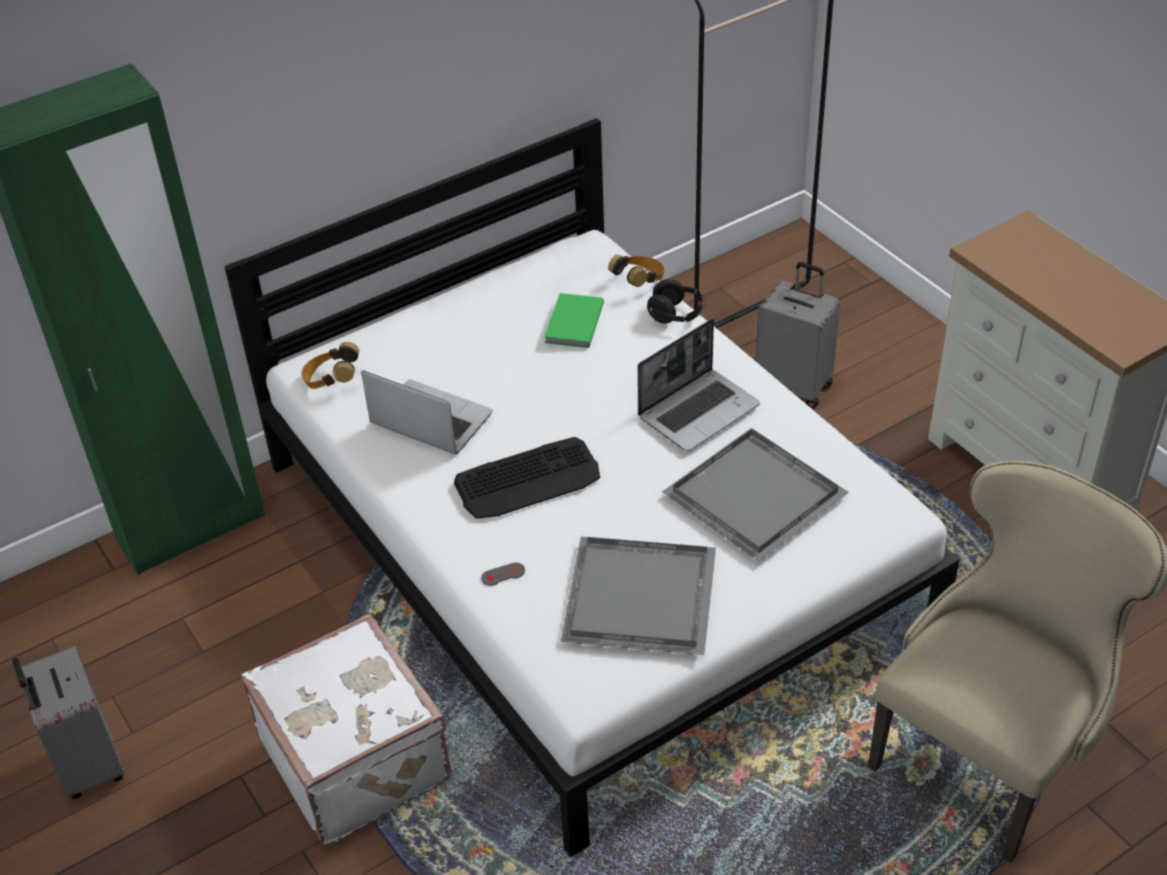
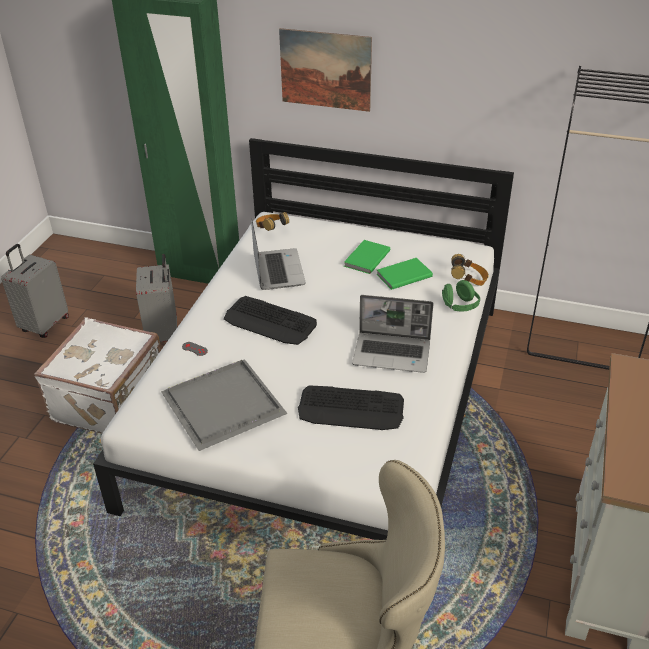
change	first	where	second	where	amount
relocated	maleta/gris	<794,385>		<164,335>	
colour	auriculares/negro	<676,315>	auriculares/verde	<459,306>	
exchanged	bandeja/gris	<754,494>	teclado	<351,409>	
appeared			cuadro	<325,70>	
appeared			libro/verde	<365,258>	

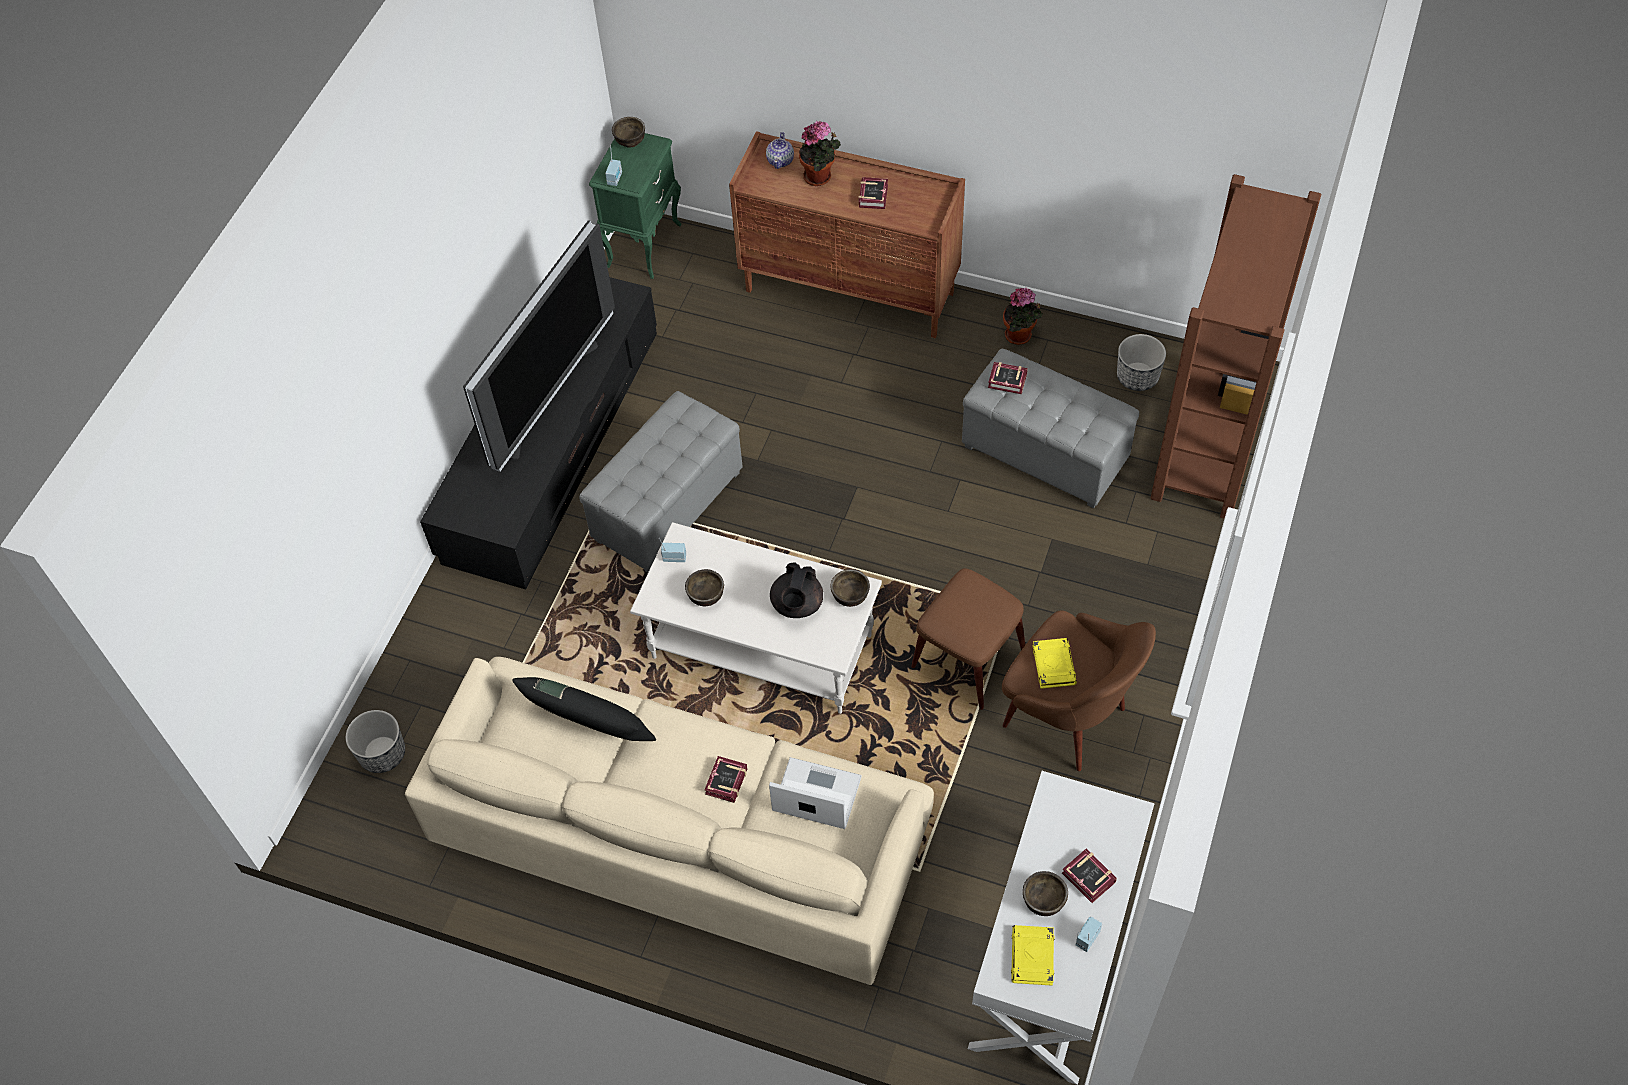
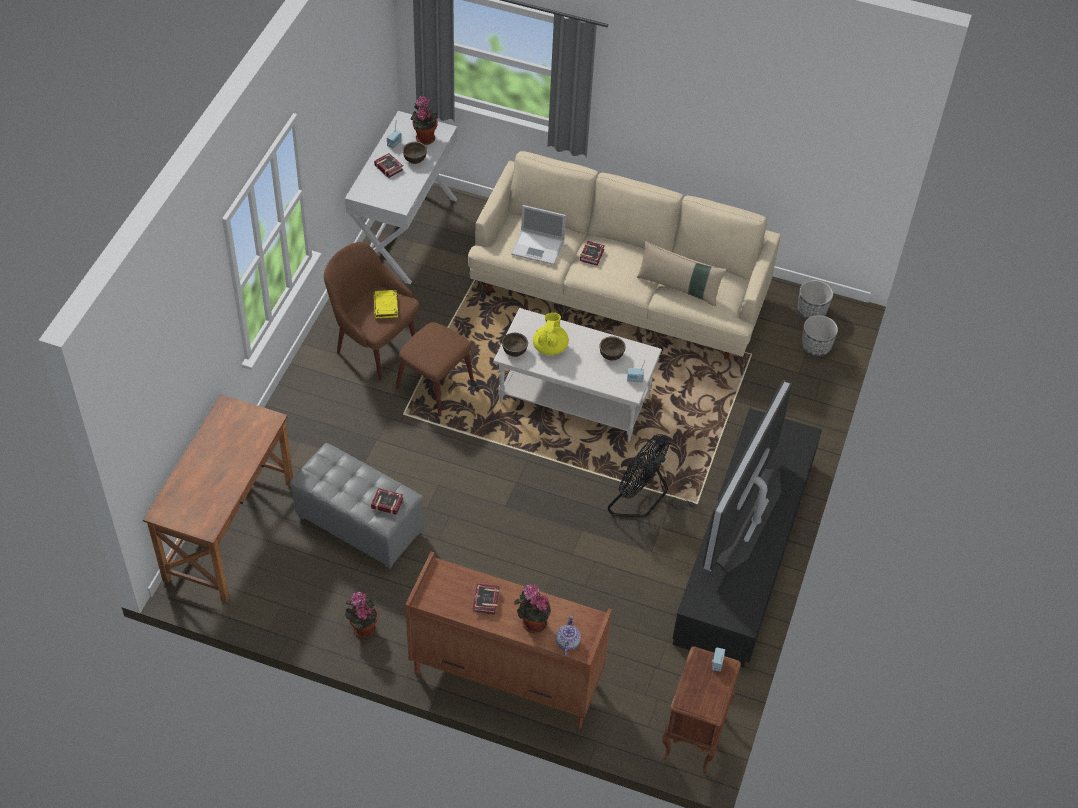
change	first	where	second	where	amount
missing	cuenco/marrón	<630,141>			
colour	mesita de noche/verde	<644,245>	mesita de noche/marrón	<694,737>	
exchanged	estantería/marrón	<1210,441>	escritorio/marrón	<229,530>	
relocated	maceta	<1137,377>		<812,311>	
exchanged	puf/gris	<667,507>	ventilador/negro	<648,496>	
colour	tetera/negro	<797,605>	tetera/amarillo	<550,347>	
colour	cojín/negro	<589,725>	cojín/beis	<679,287>	
exchanged	libro/amarillo	<1032,957>	planta en maceta	<424,137>	

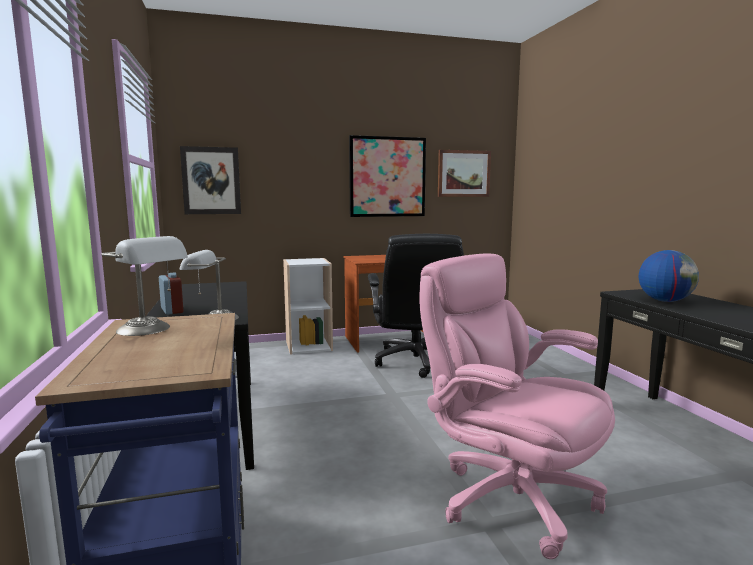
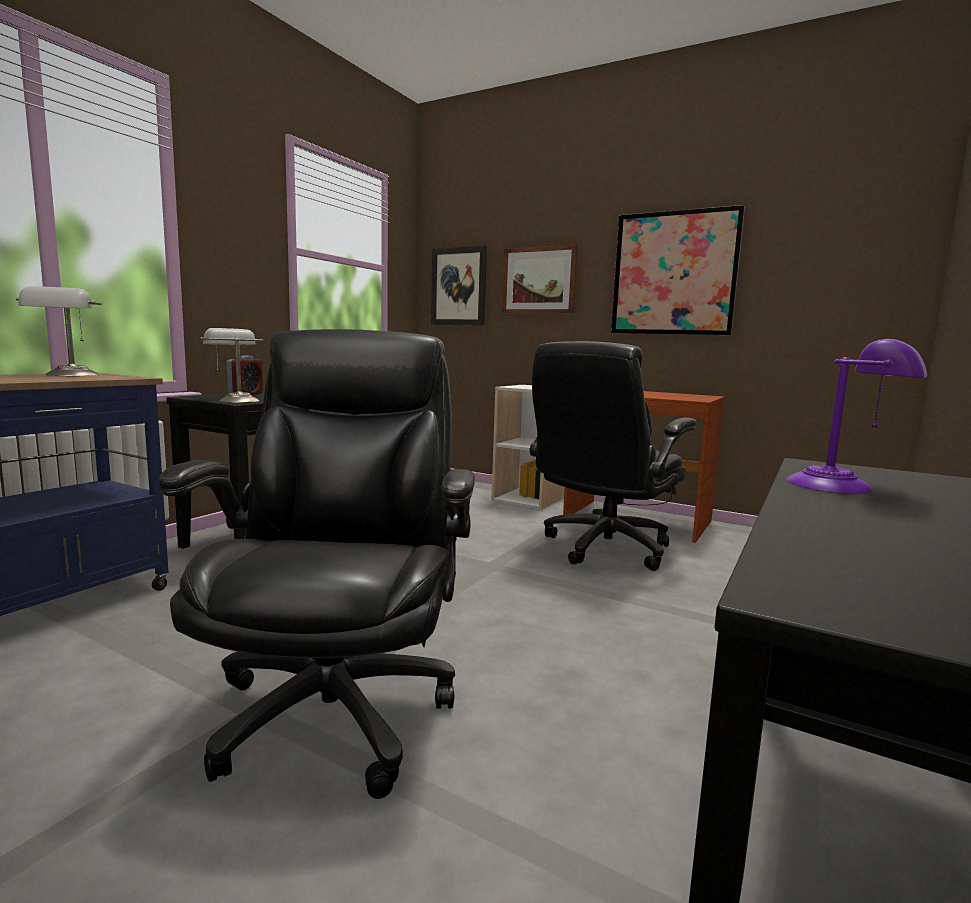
change	first	where	second	where	amount
relocated	cuadro	<463,173>		<539,280>	
exchanged	globo terráqueo	<665,301>	lámpara de mesa/morado	<847,486>	
colour	silla de oficina/rosa	<510,497>	silla de oficina/negro	<337,707>	

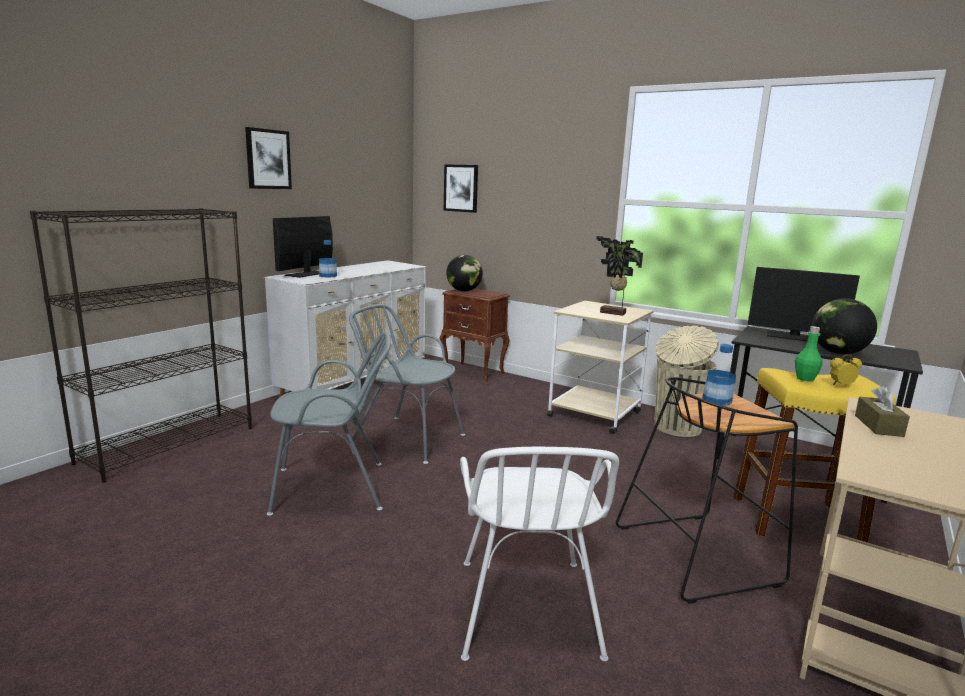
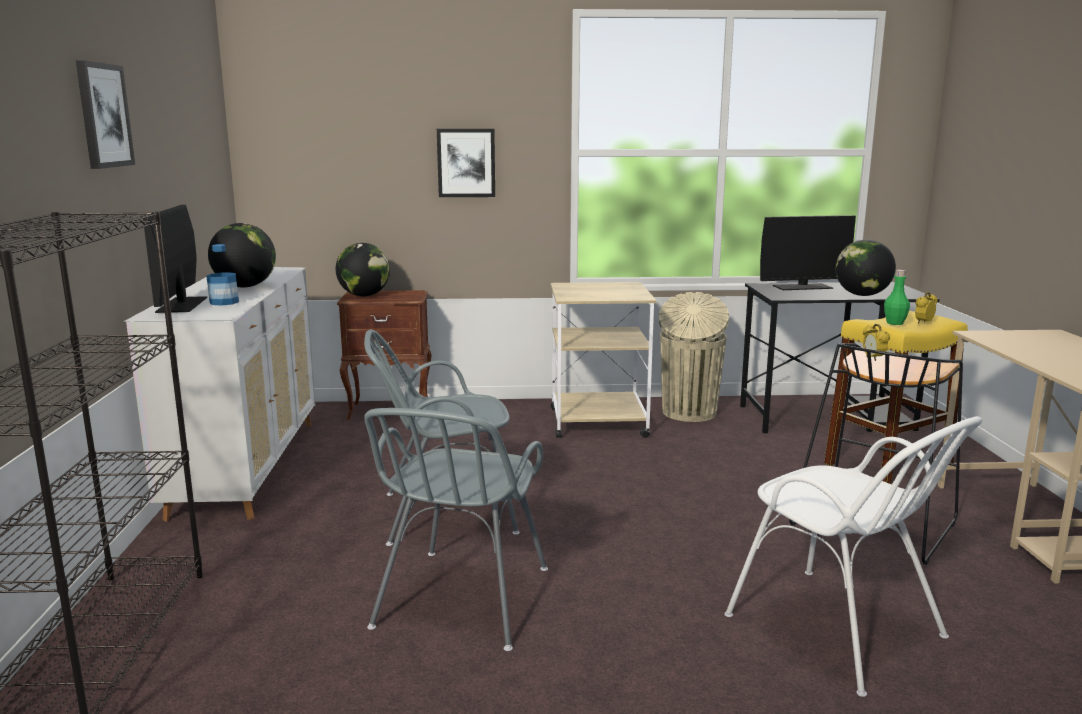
change	first	where	second	where	amount
relocated	cuadro	<461,188>		<466,163>	
missing	planta en maceta	<613,313>			
spun	silla/gris	<335,487>		<461,601>	150 degrees clockwise
exchanged	botella	<716,400>	despertador	<873,359>	
missing	caja de pañuelos/marrón	<878,426>			
appeared			globo terráqueo	<245,286>	

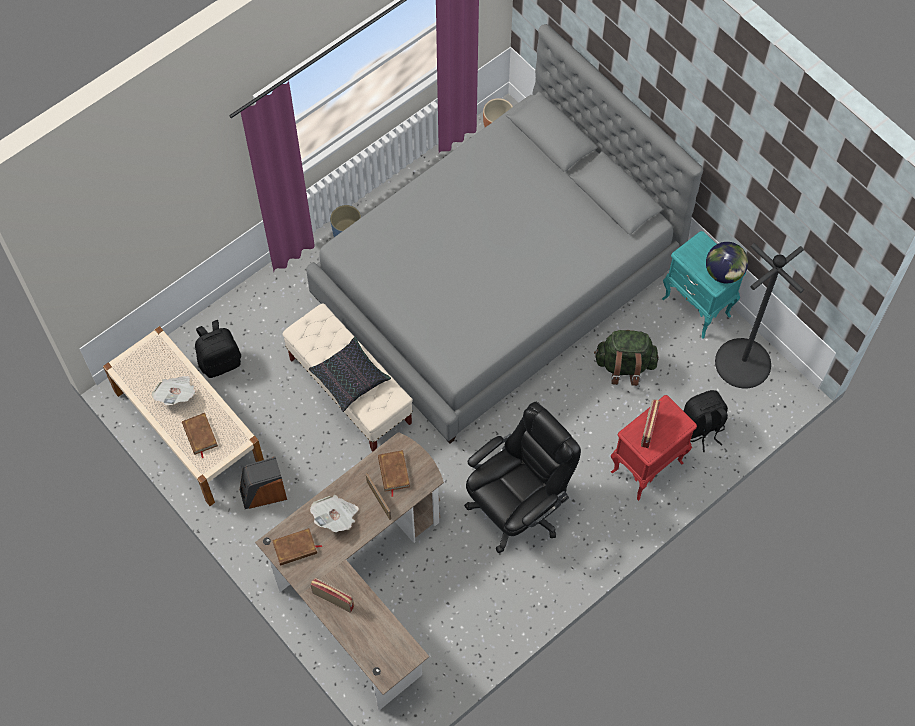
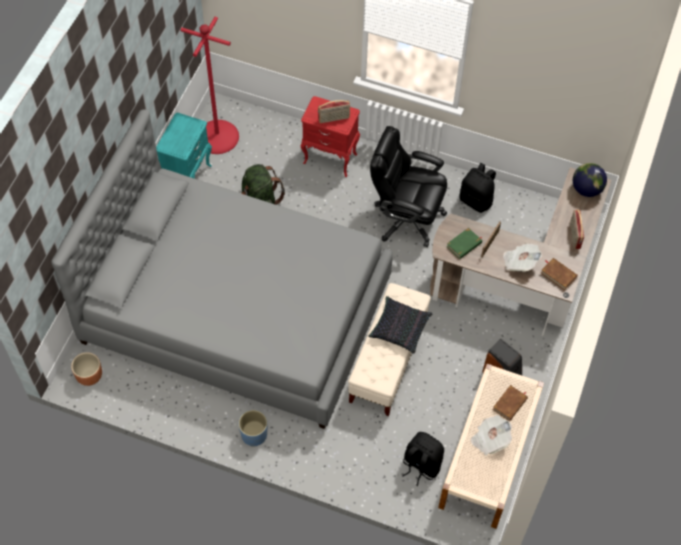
change	first	where	second	where	amount
relocated	globo terráqueo	<724,273>		<586,189>	
colour	perchero/negro	<743,363>	perchero/rojo	<217,137>	
relocated	mochila/negro	<701,429>		<476,200>	
colour	libro/marrón	<393,472>	libro/verde	<464,245>	

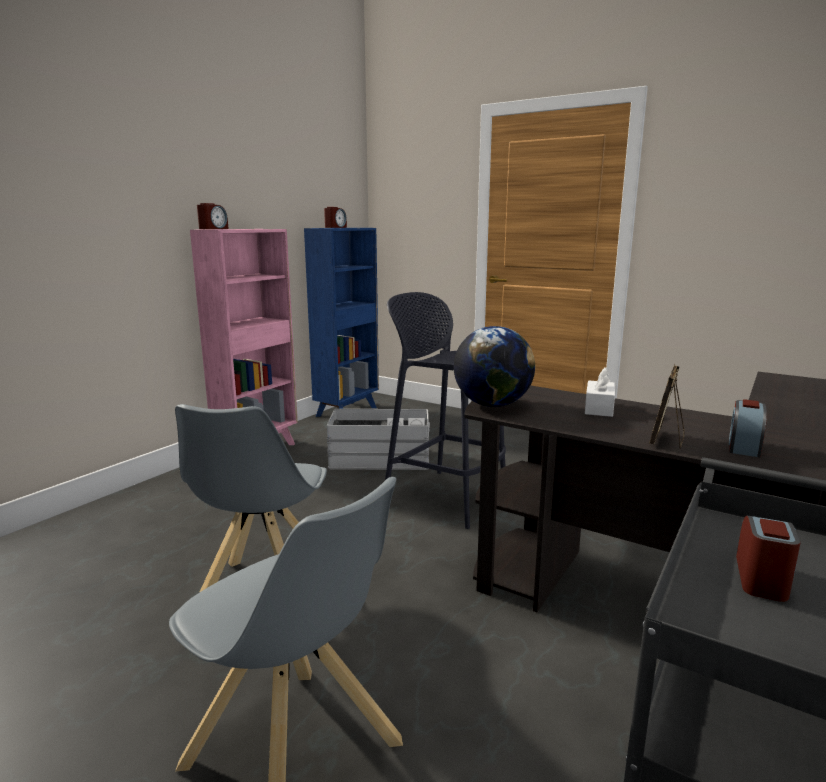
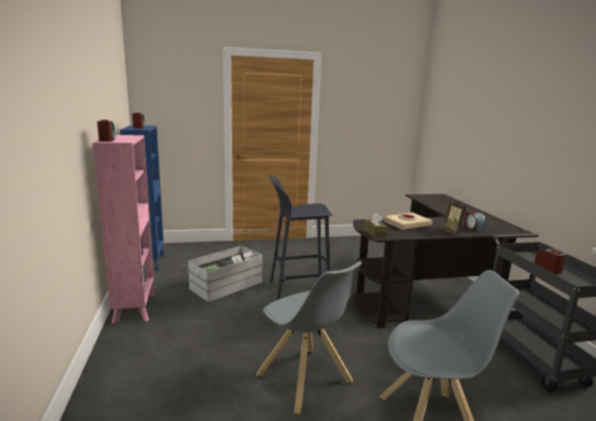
change	first	where	second	where	amount
exchanged	globo terráqueo	<492,405>	caja de pañuelos/marrón	<374,233>	
exchanged	caja de pañuelos/blanco	<599,408>	libro/beis	<407,224>	

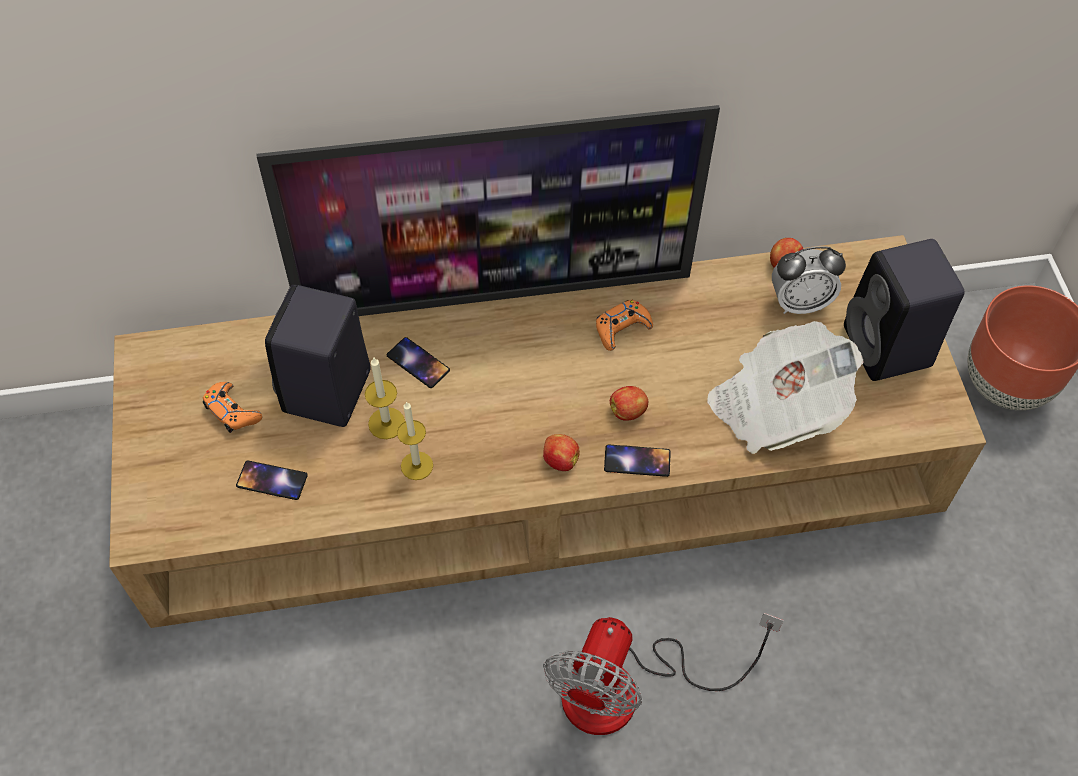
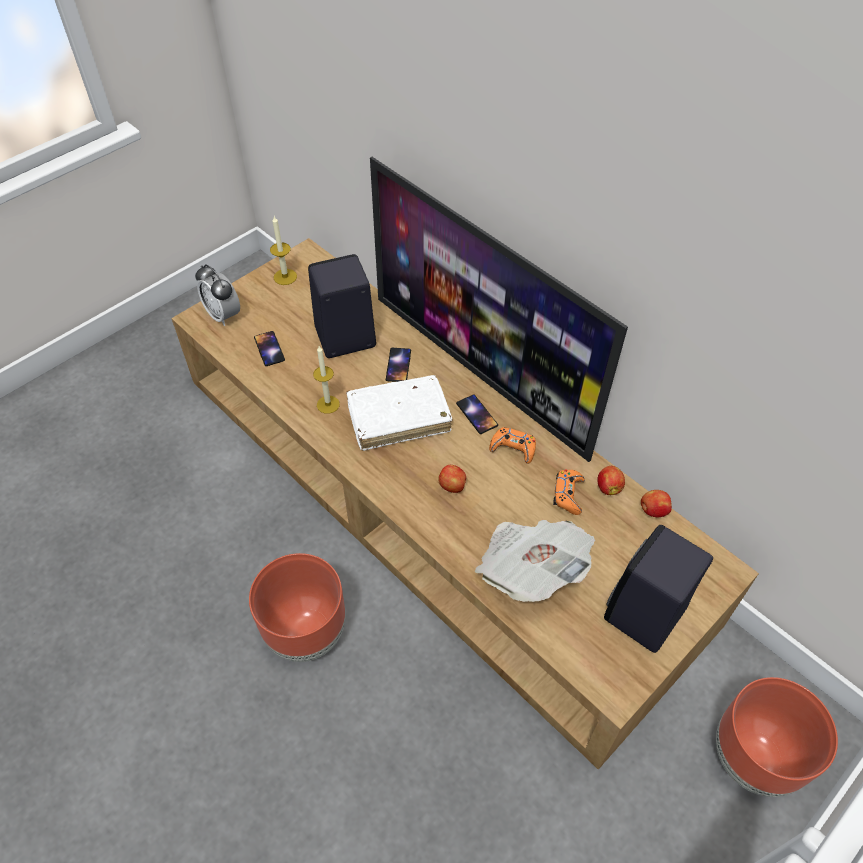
change	first	where	second	where	amount
relocated	despertador	<799,303>		<223,315>	
relocated	vela	<386,423>		<285,277>	
relocated	mando de consola/naranja	<232,411>		<568,494>	
relocated	manzana	<560,460>		<608,487>	
relocated	móvil	<637,461>		<477,414>	
exchanged	ventilador	<627,690>	maceta/marrón	<307,633>	
appeared			libro/blanco	<399,418>	

